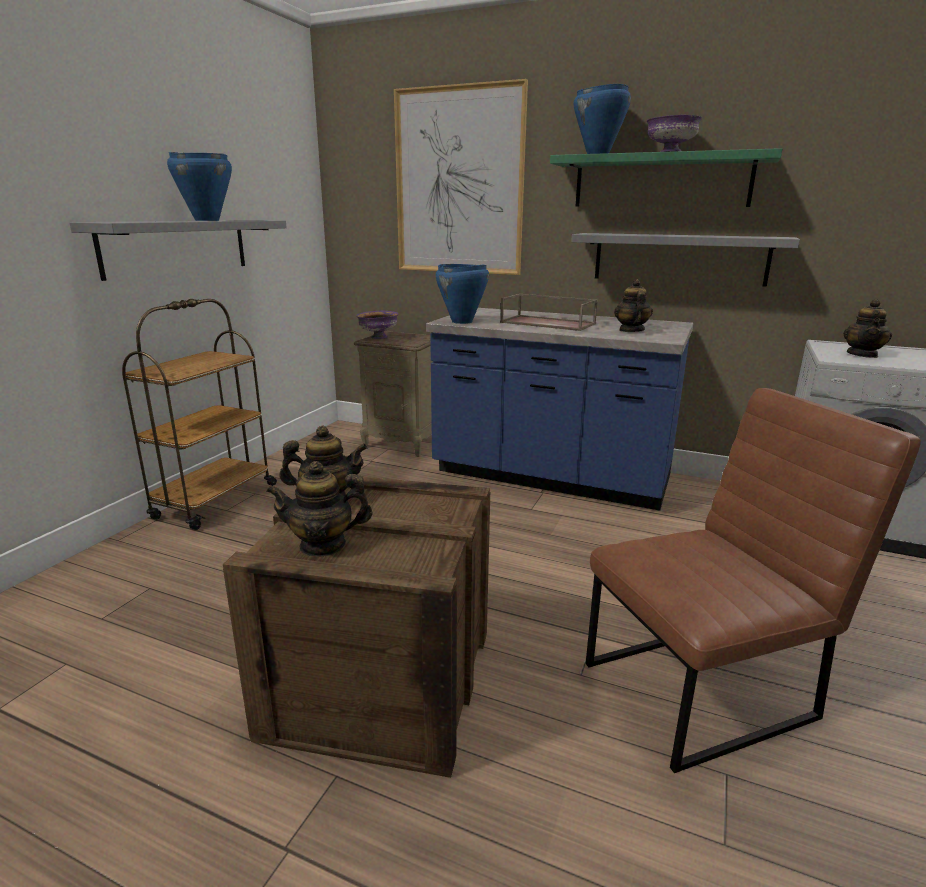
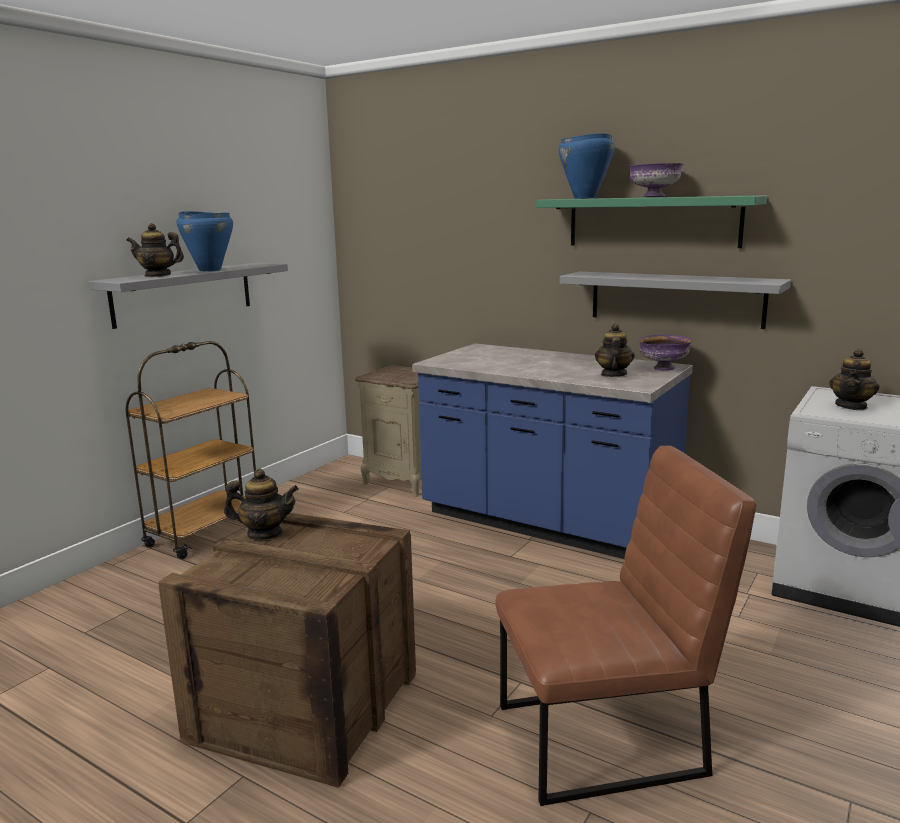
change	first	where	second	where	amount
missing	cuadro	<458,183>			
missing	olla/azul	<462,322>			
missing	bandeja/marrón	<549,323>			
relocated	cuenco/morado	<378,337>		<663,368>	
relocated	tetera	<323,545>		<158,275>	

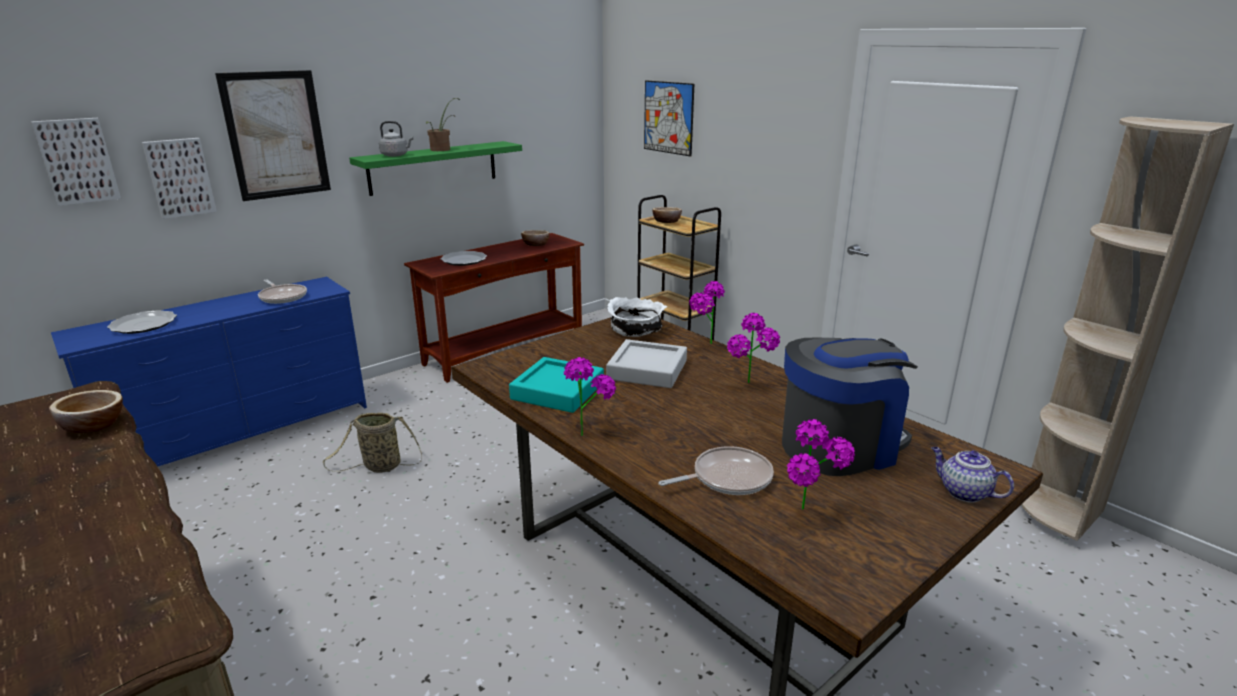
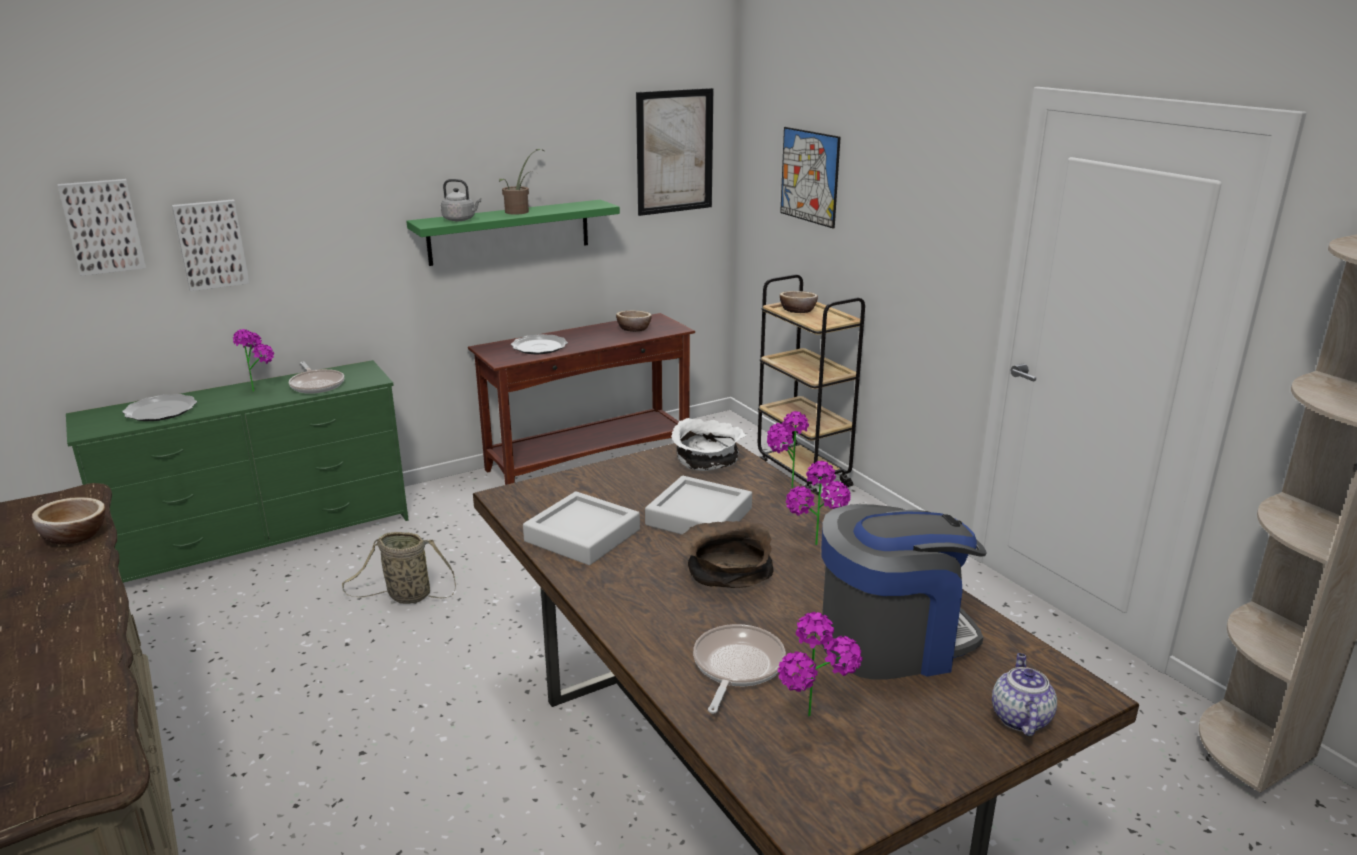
change	first	where	second	where	amount
relocated	cuadro	<276,135>		<674,151>	
colour	cómoda/azul	<241,433>	cómoda/verde	<263,539>	
colour	bandeja/turquesa	<557,391>	bandeja/gris	<582,535>	
relocated	planta en maceta	<587,430>		<261,389>	
spun	sartén	<727,478>		<736,667>	60 degrees counterclockwise
spun	tetera	<963,492>		<1019,717>	45 degrees clockwise
appeared			cuenco/marrón	<725,575>	

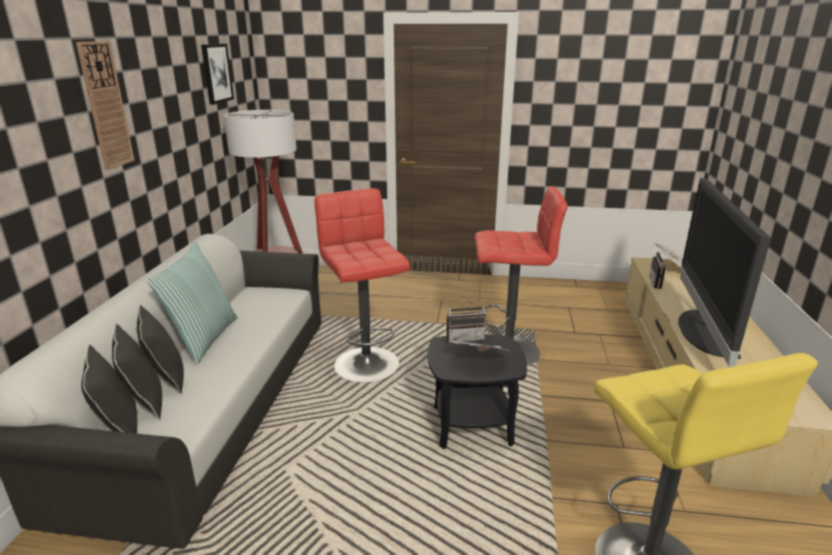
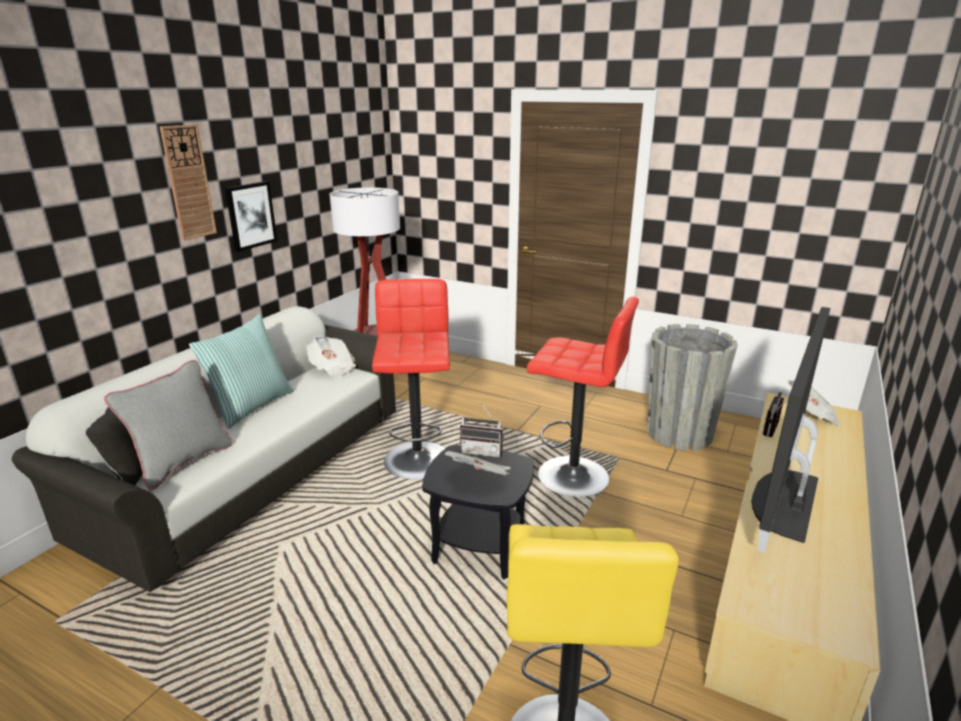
change	first	where	second	where	amount
relocated	cuadro	<216,73>		<250,215>	
appeared			maceta/gris	<679,433>	
appeared			periódico	<332,368>	
appeared			cojín/gris	<183,462>	

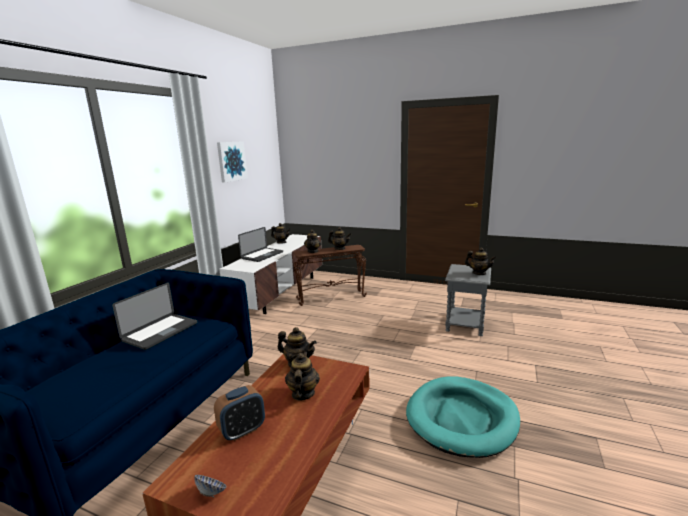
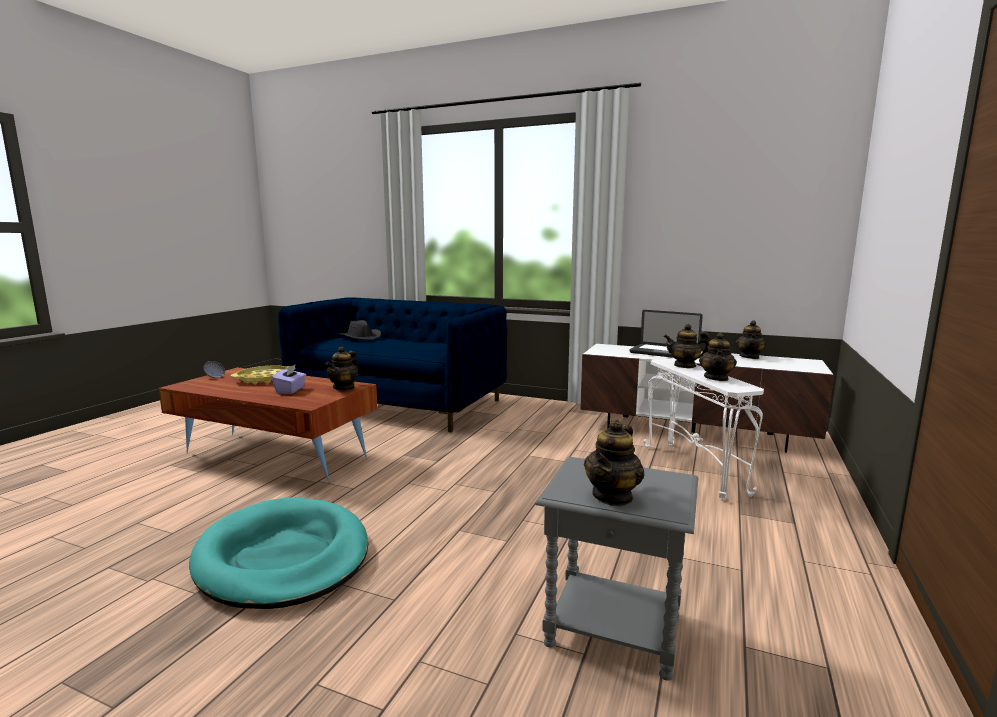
change	first	where	second	where	amount
missing	cuadro	<231,161>			
colour	mesa auxiliar/marrón	<331,298>	mesa auxiliar/blanco	<693,469>	
missing	portátil	<161,332>			
exchanged	tetera	<303,393>	caja de pañuelos/morado	<291,390>	
exchanged	despertador	<242,430>	bandeja/amarillo	<264,379>	
appeared			sombrero/negro	<361,337>	

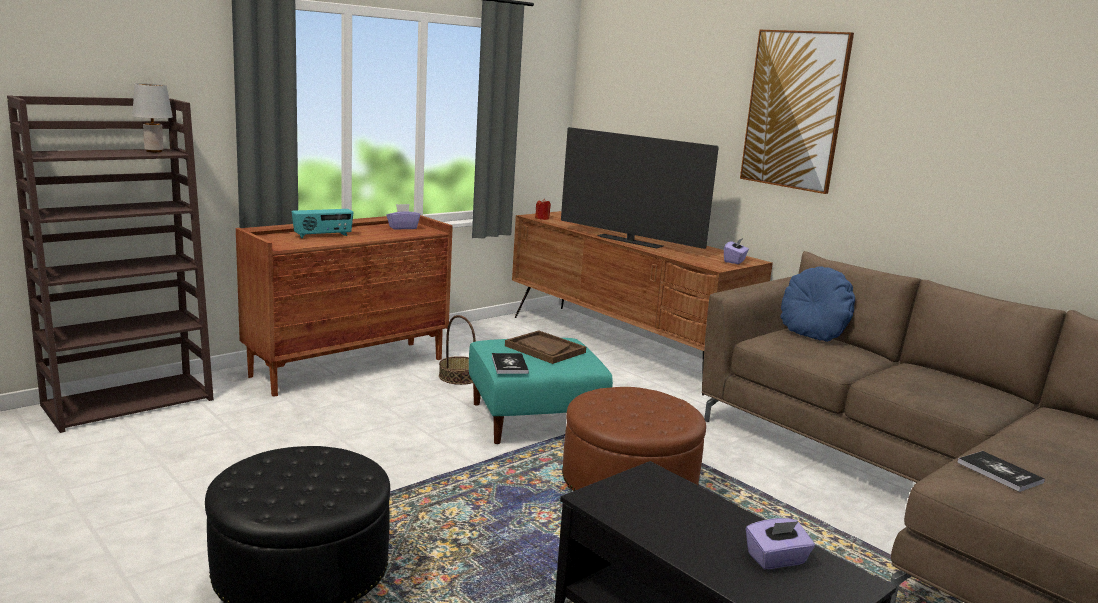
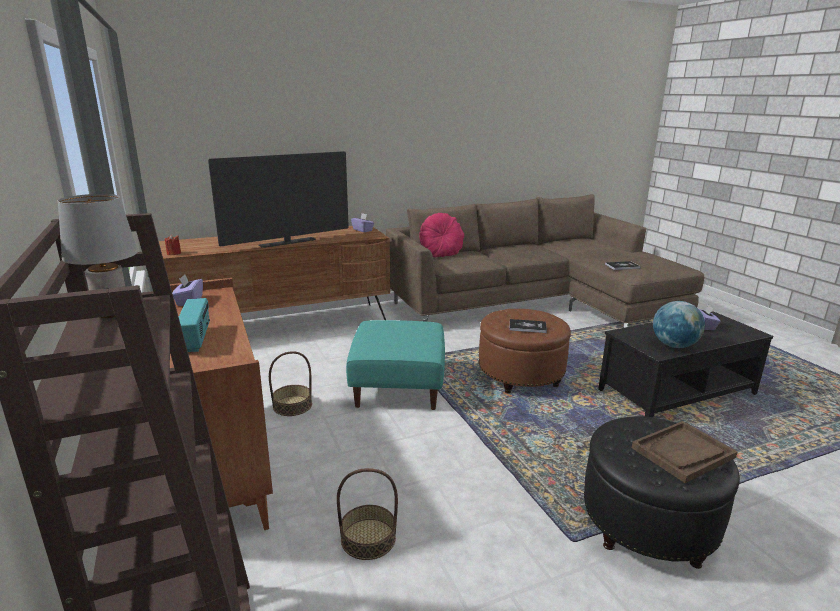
change	first	where	second	where	amount
missing	cuadro	<794,110>			
colour	cojín/azul	<812,336>	cojín/rosa	<441,255>	
relocated	bandeja/marrón	<544,349>		<683,453>	
relocated	libro	<509,364>		<527,327>	
appeared			globo terráqueo	<674,345>	
appeared			cesta	<368,539>	

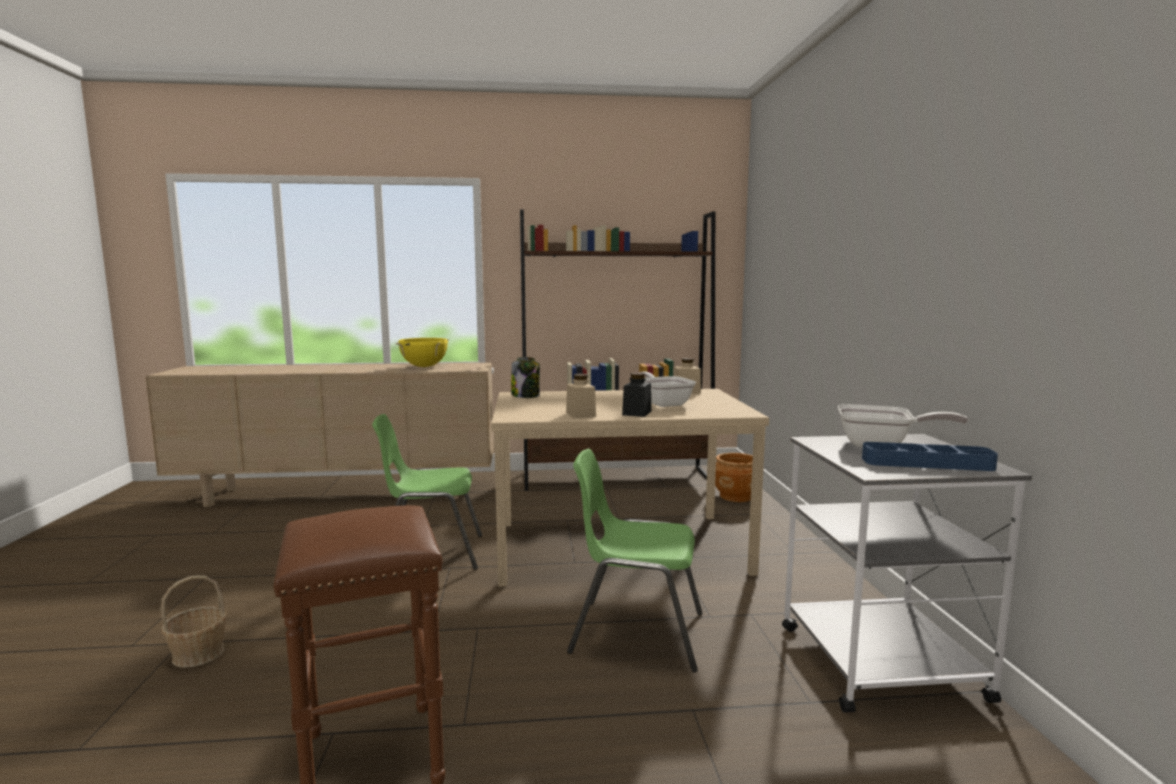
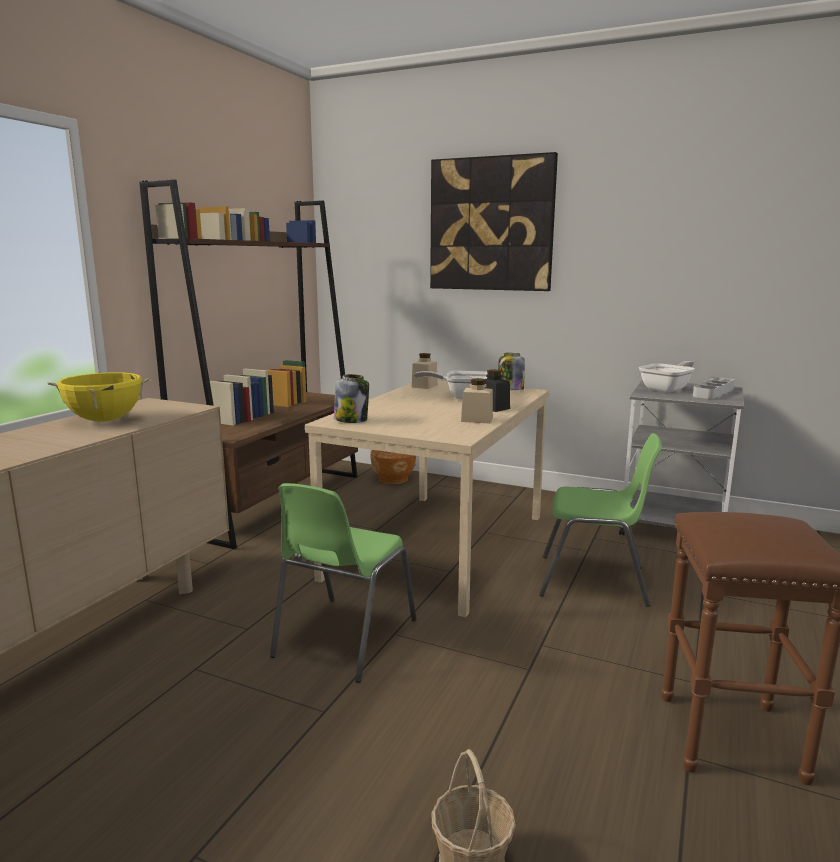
change	first	where	second	where	amount
colour	bandeja/azul	<926,463>	bandeja/gris	<713,392>	
spun	silla/verde	<635,632>		<594,581>	120 degrees counterclockwise
appeared			cuadro	<491,224>	
appeared			tarro	<510,389>	

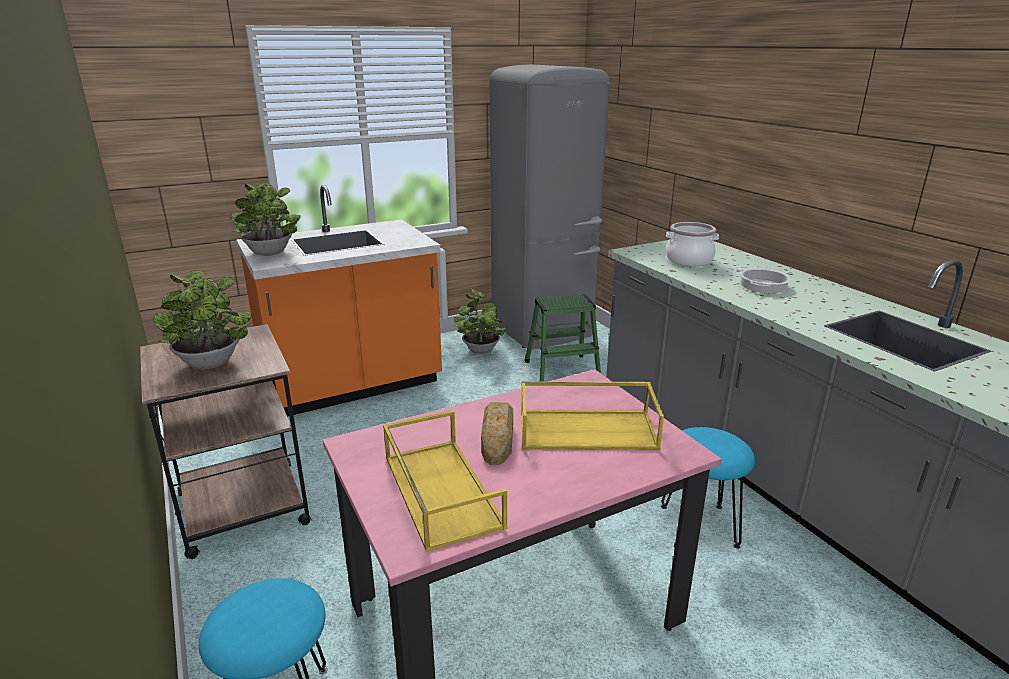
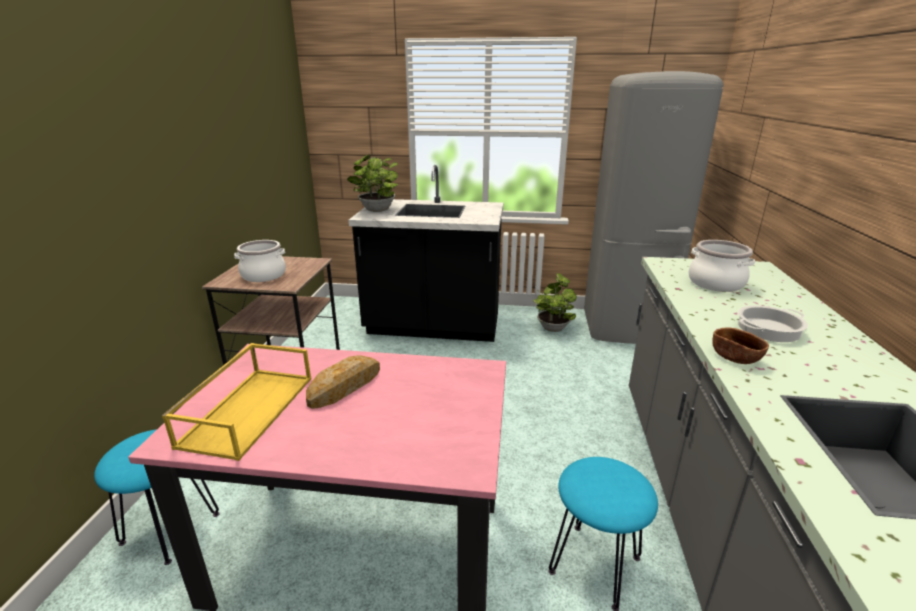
change	first	where	second	where	amount
colour	mueble bajo de cocina/naranja	<352,385>	mueble bajo de cocina/negro	<433,326>	
exchanged	planta en maceta	<211,365>	olla	<263,275>	
missing	escalera de tijera/verde	<561,370>			
missing	bandeja/amarillo	<588,429>			
appeared			cuenco/marrón	<735,357>	

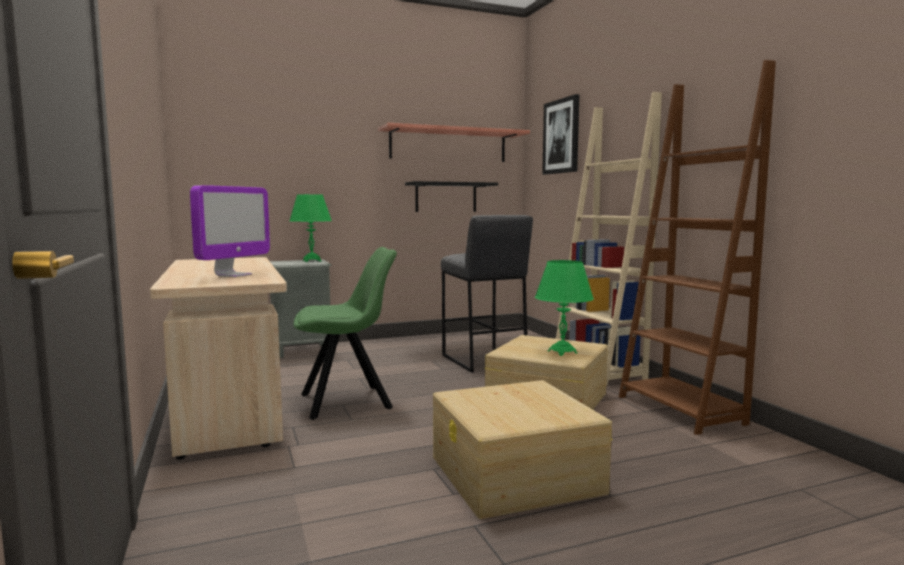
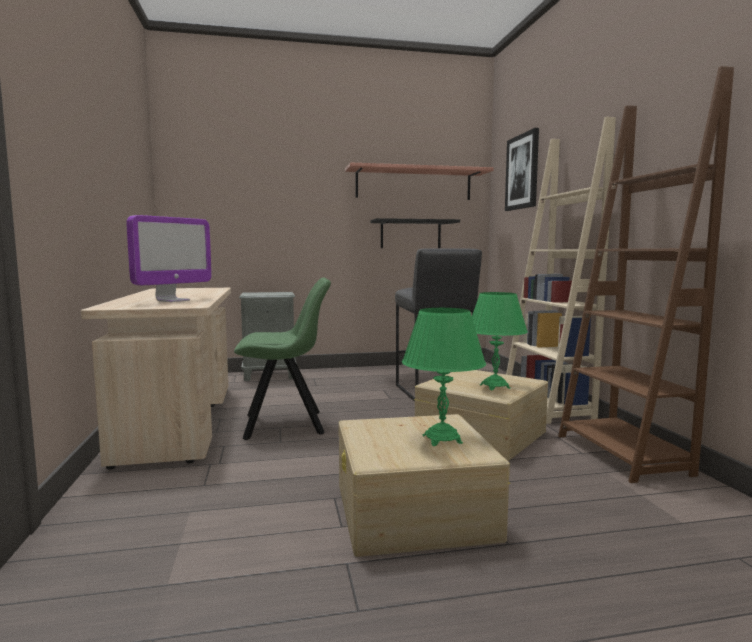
change	first	where	second	where	amount
relocated	lámpara de mesa/verde	<312,261>		<442,439>	

